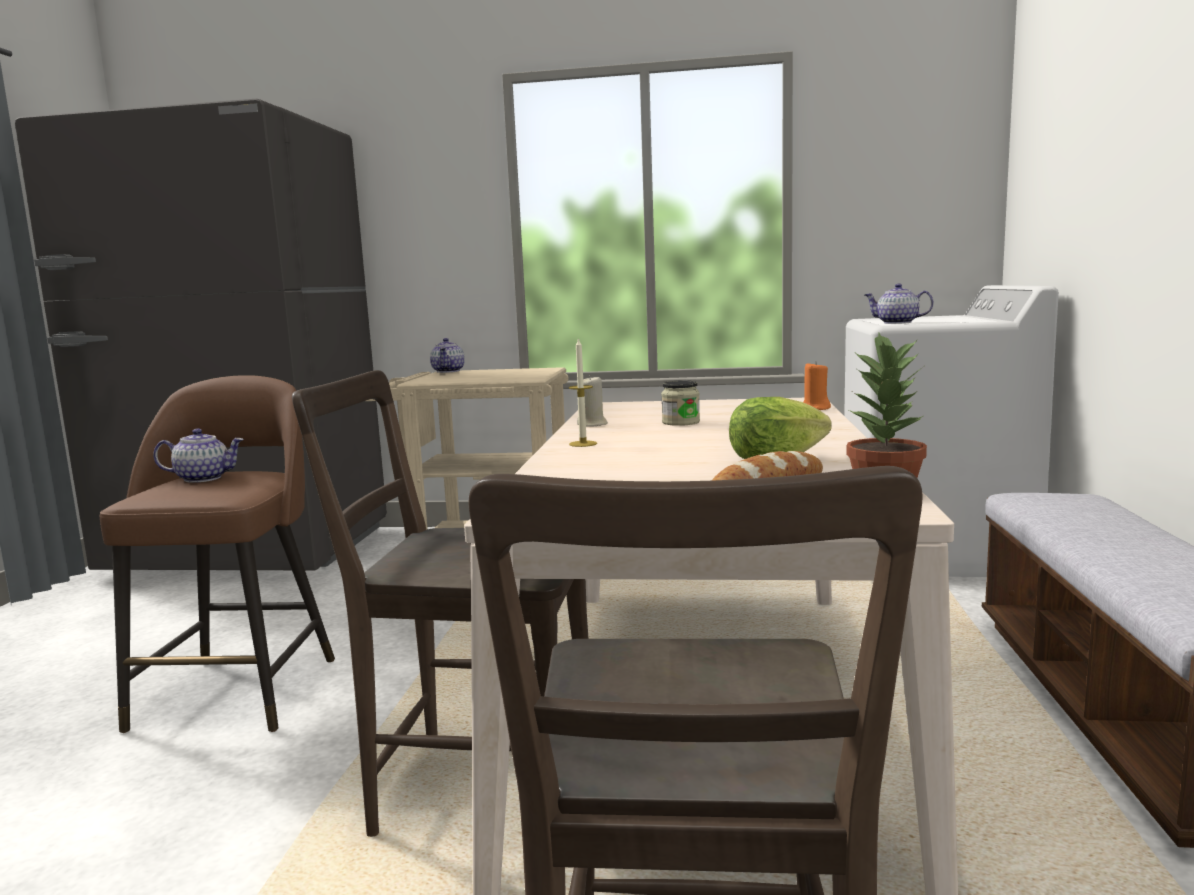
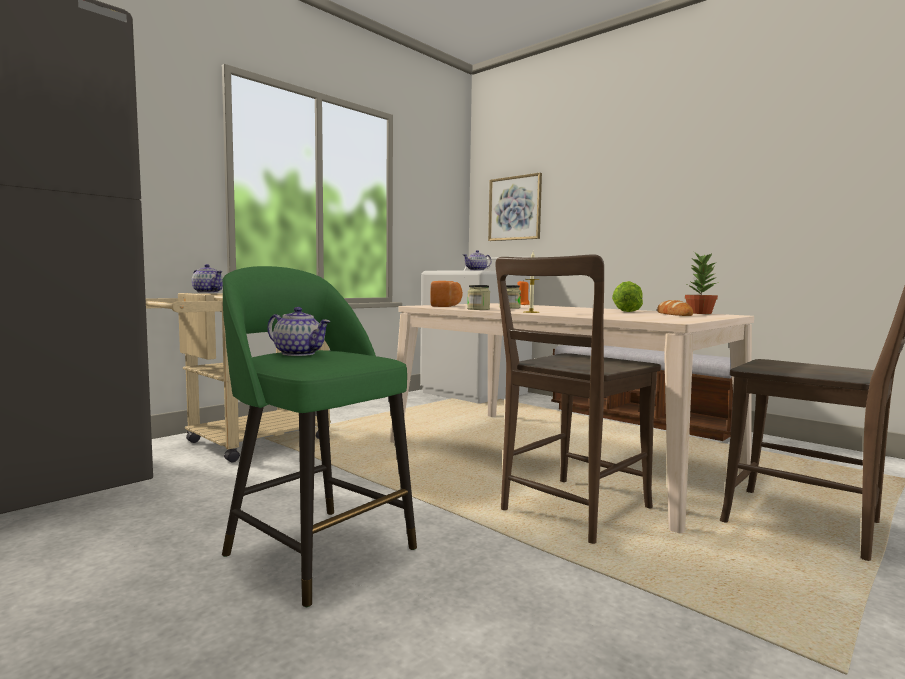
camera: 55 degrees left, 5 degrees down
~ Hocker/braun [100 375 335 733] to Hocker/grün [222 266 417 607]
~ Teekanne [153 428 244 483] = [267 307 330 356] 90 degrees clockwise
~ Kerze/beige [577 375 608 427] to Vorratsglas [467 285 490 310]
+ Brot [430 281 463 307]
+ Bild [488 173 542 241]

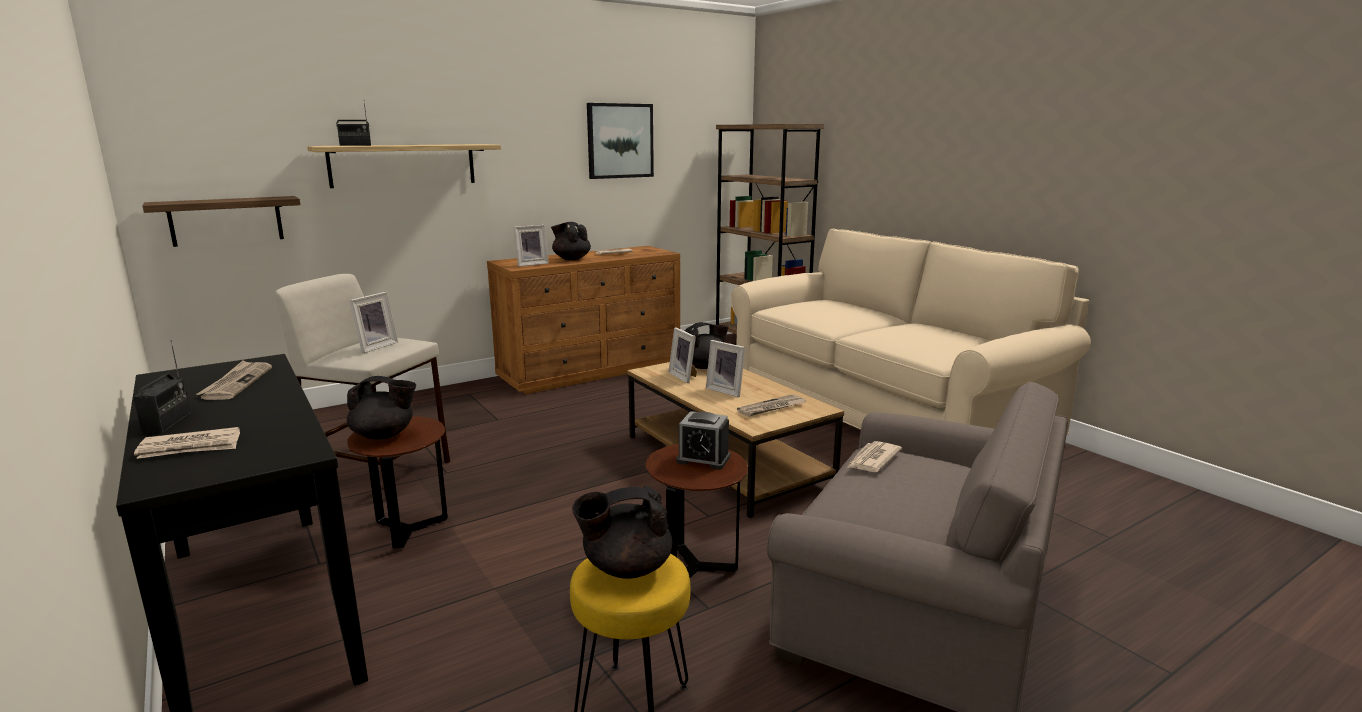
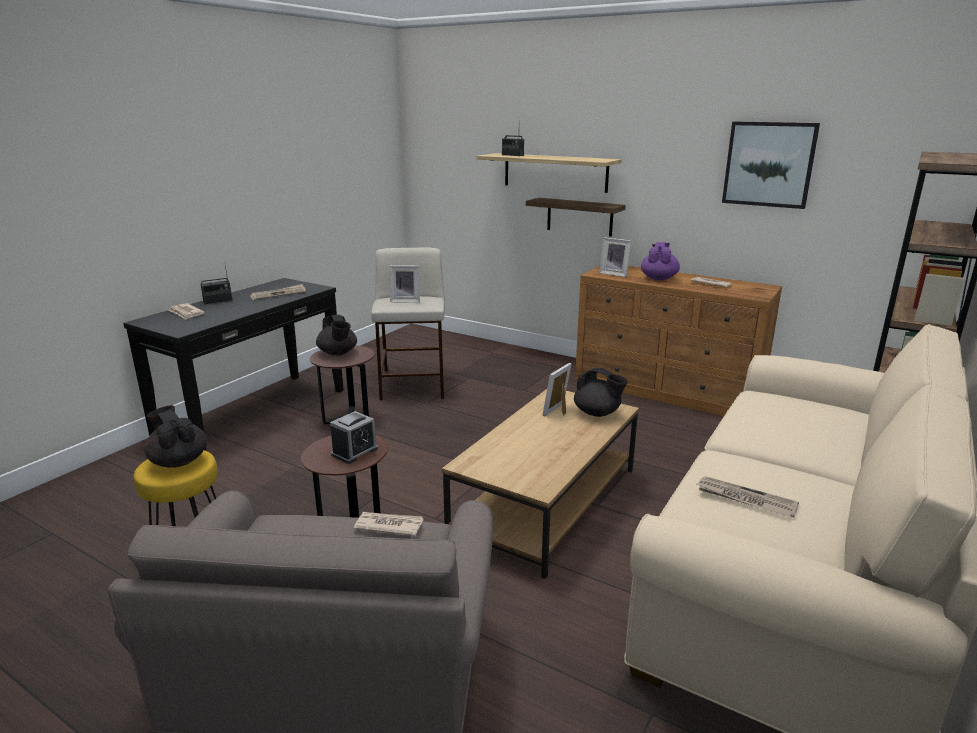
camera: 65 degrees right, 5 degrees up
~ Wandregal [143 196 300 247] to [526 198 626 237]
~ Teekanne/schwarz [551 222 591 260] to Teekanne/lila [641 242 680 280]
~ Wecker [676 411 730 470] = [330 411 378 464] 135 degrees counterclockwise
- Bilderrahmen [706 340 745 397]
~ Zeitung [737 394 806 417] to [697 476 799 517]

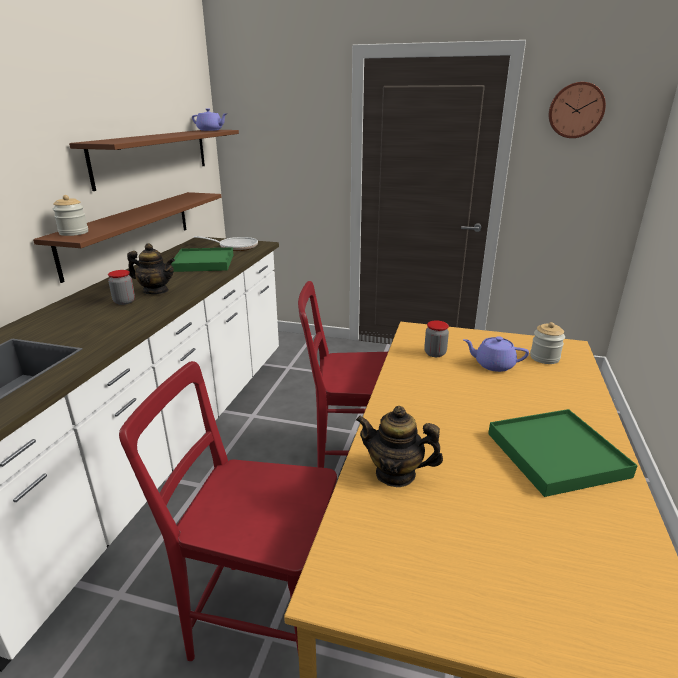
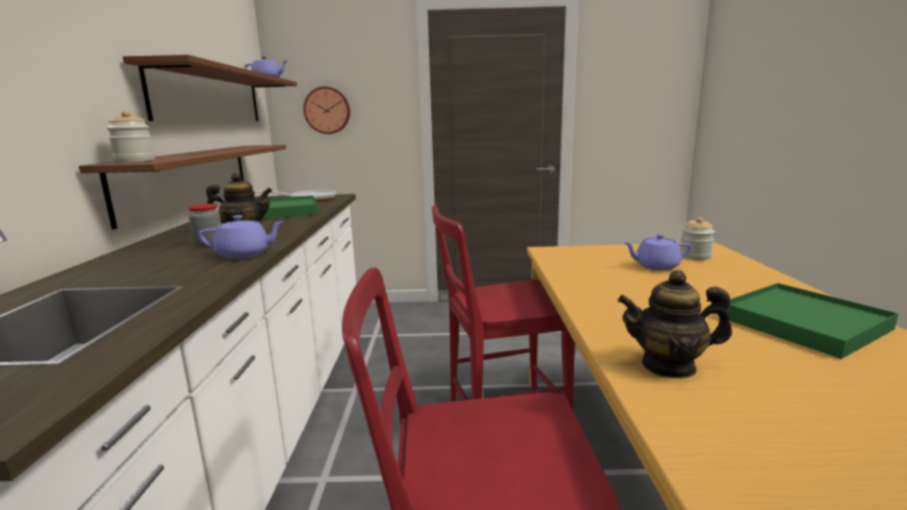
camera: 15 degrees left, 10 degrees down
- Vorratsglas [424 321 449 357]
~ Wanduhr [549 82 606 138] to [303 86 350 134]
+ Teekanne/lila [199 215 285 259]

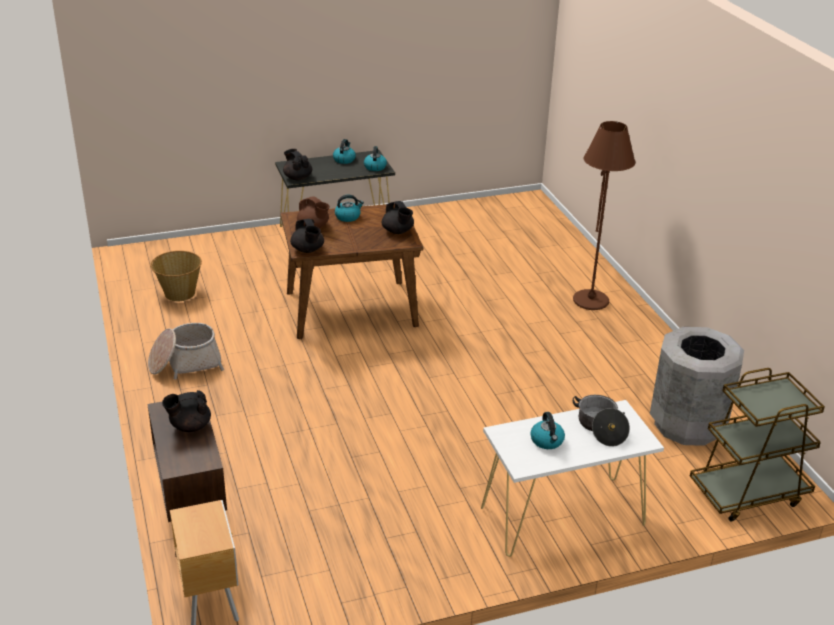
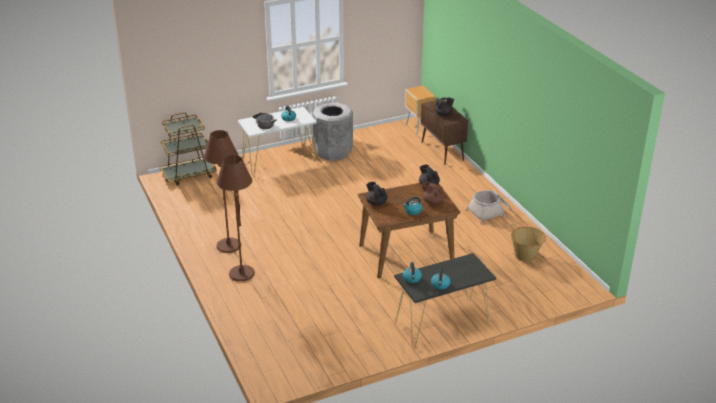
camera: 175 degrees right, 0 degrees up
- Teekanne/schwarz [283 149 312 180]
~ Mülleimer/grau [650 327 744 446] to [313 103 353 161]
+ Stehlampe/braun [204 130 241 253]

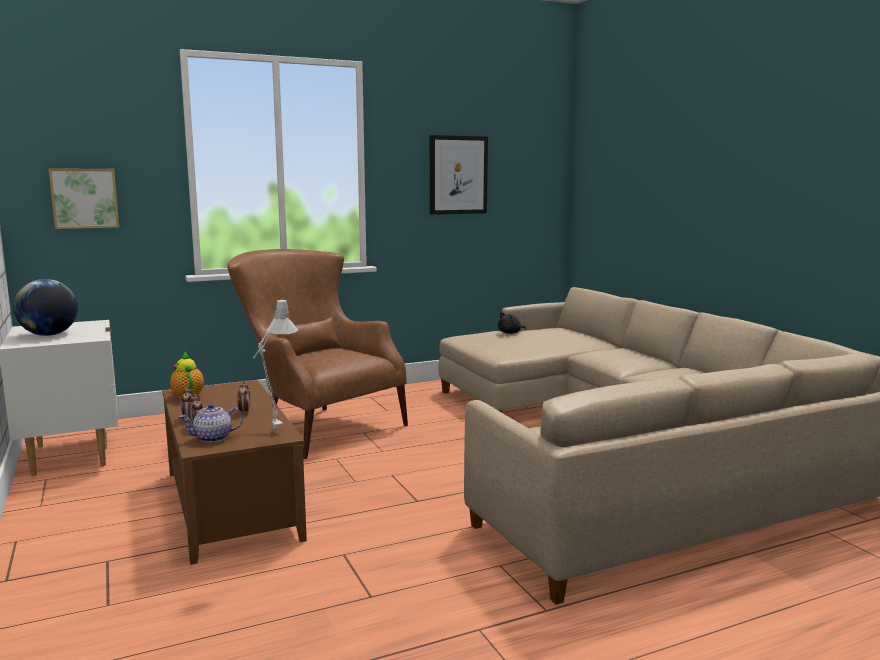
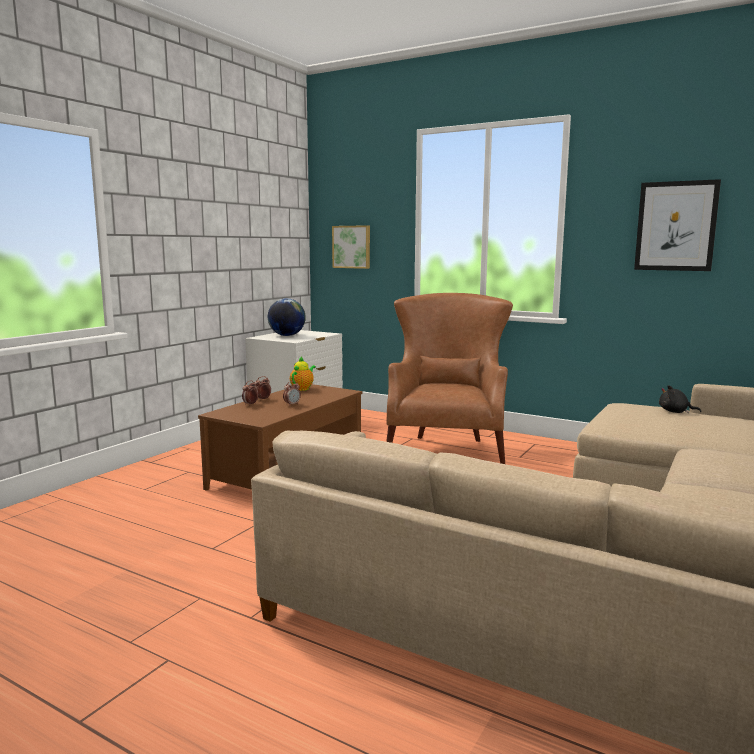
camera: 55 degrees right, 0 degrees up
- Teekanne [179 404 243 443]
- Tischlampe/grau [253 298 298 431]

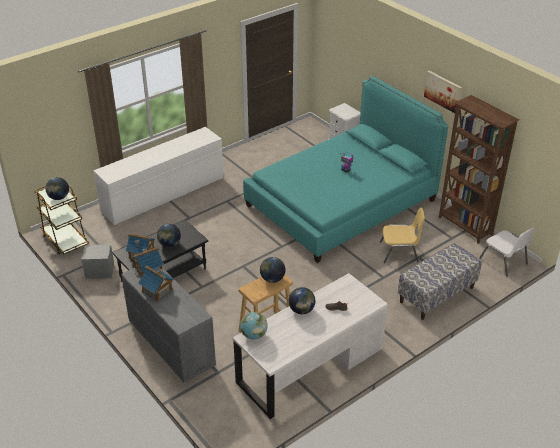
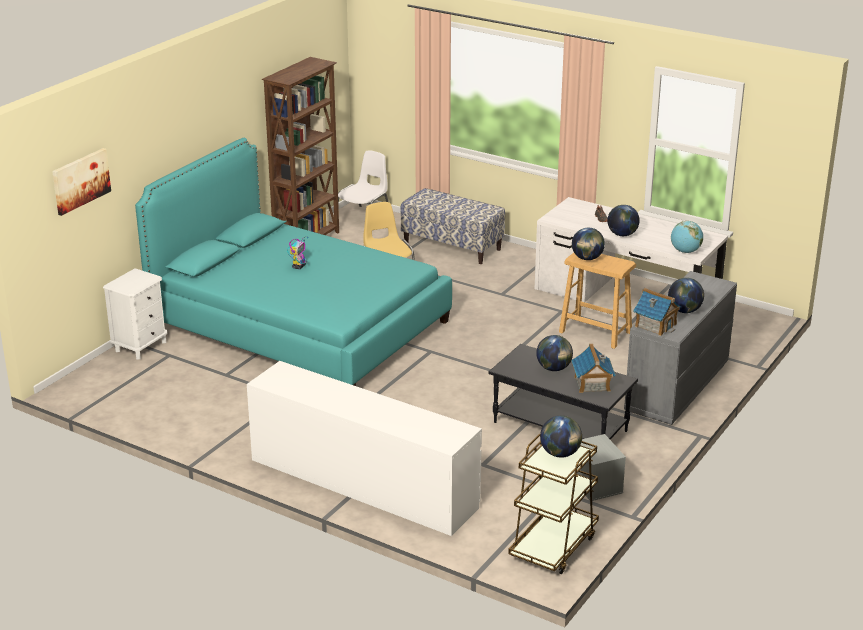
camera: 110 degrees left, 10 degrees down
~ Spielzeughaus [138 266 175 302] to Globus [668 278 704 313]
~ Bild [424 71 462 113] to [52 148 111 216]

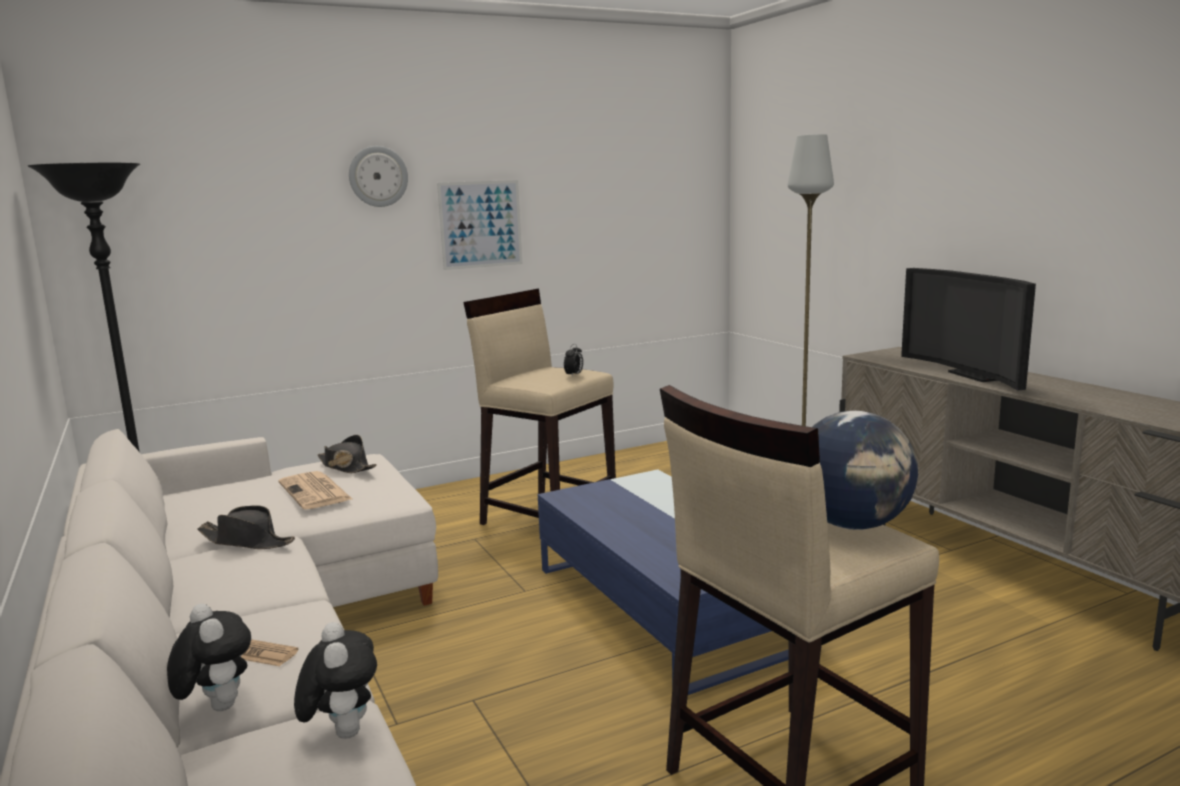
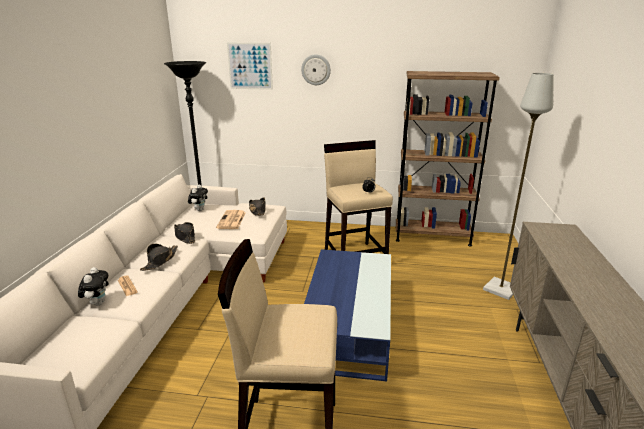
camera: 35 degrees right, 10 degrees up
~ Plüschtier [294 622 377 739] to [188 185 208 211]
~ Bild [437 180 522 270] to [227 43 273 90]
- Globus [813 411 918 530]
- Fernseher [901 268 1036 391]
+ Hut/schwarz [140 244 178 271]
+ Bücherregal/braun [396 71 499 247]

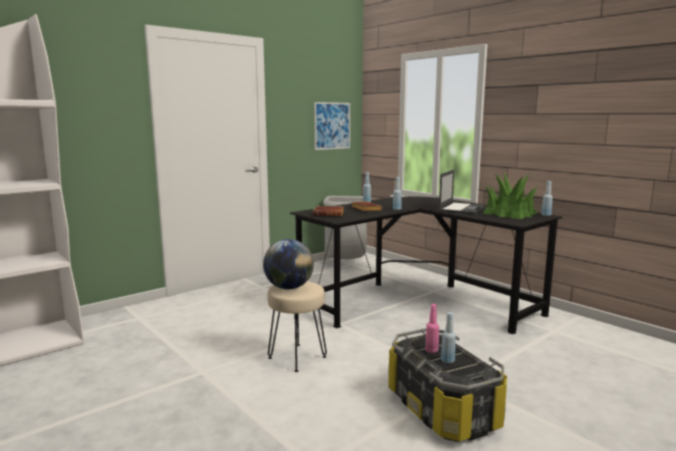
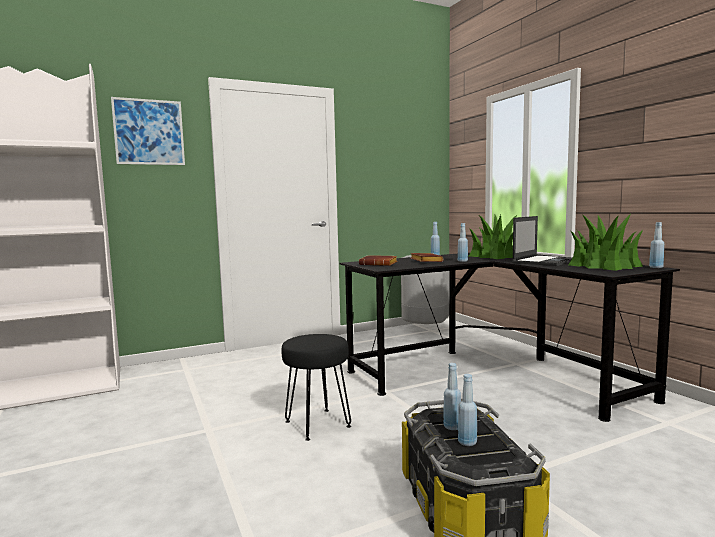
camera: 15 degrees right, 5 degrees down
- Globus [263 239 314 289]
~ Hocker/beige [267 281 327 372] to Hocker/schwarz [281 334 351 441]
~ Bild [314 102 350 150] to [111 97 185 165]
~ Flasche/rosa [425 304 439 353] to Flasche/blau [443 363 461 430]
+ Topfpflanze [469 215 517 259]

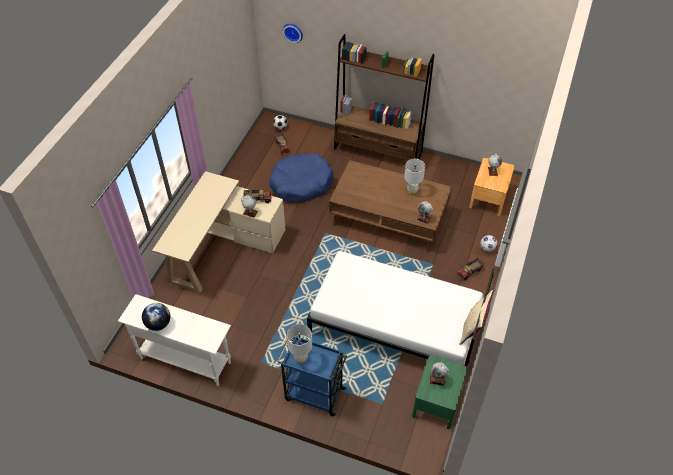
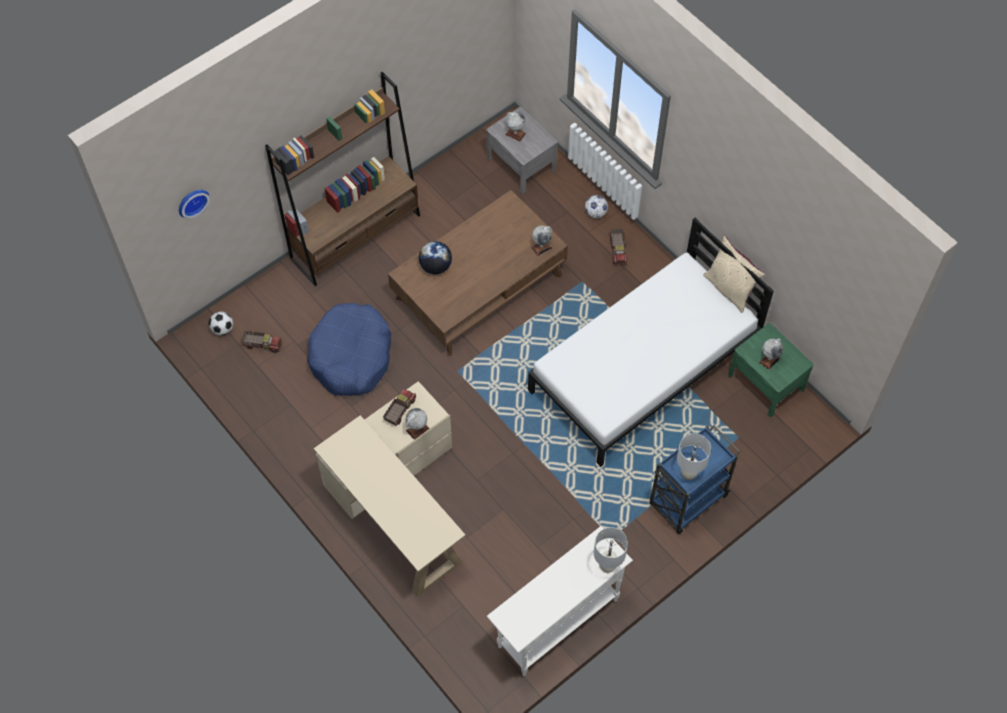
camera: 60 degrees left, 10 degrees up
~ Globus [142 303 170 331] to [419 241 452 274]
~ Tischlampe/weiß [404 159 425 194] to [594 527 628 573]
~ Nachttisch/braun [469 158 515 216] to Nachttisch/grau [487 107 558 194]

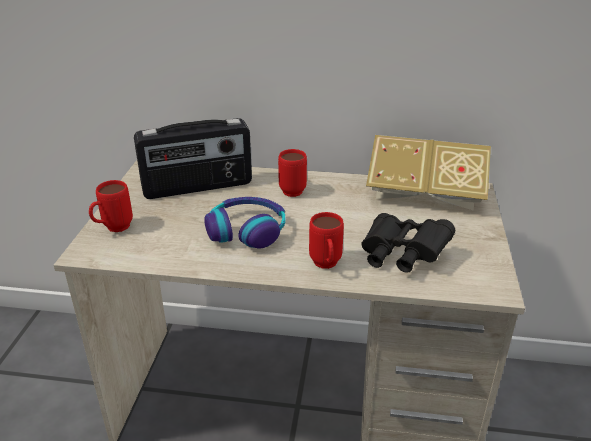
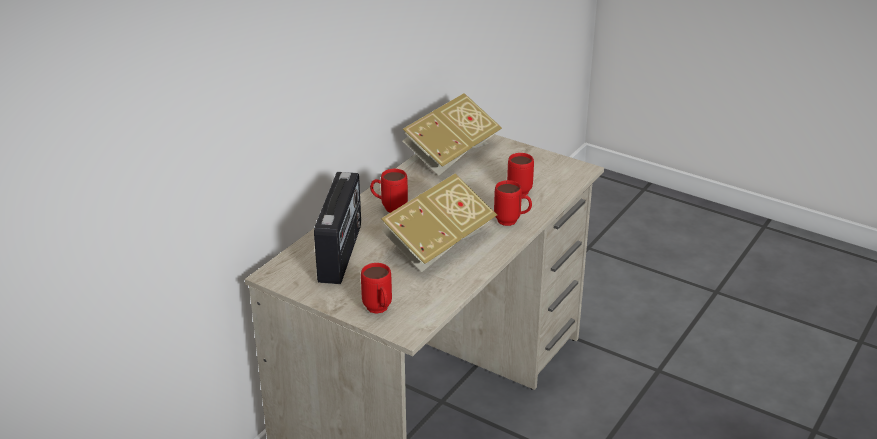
camera: 65 degrees left, 0 degrees up
~ Kopfhörer [204 197 285 248] to Buch [381 173 497 272]
~ Fernglas/schwarz [361 213 455 273] to Henkelbecher/rot [507 153 534 195]

